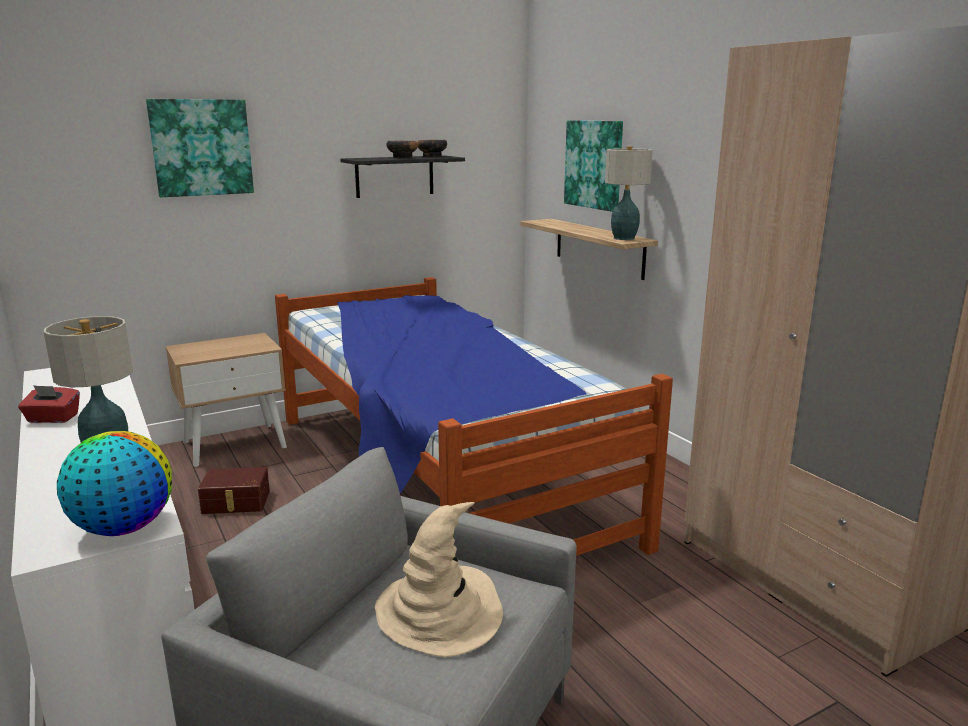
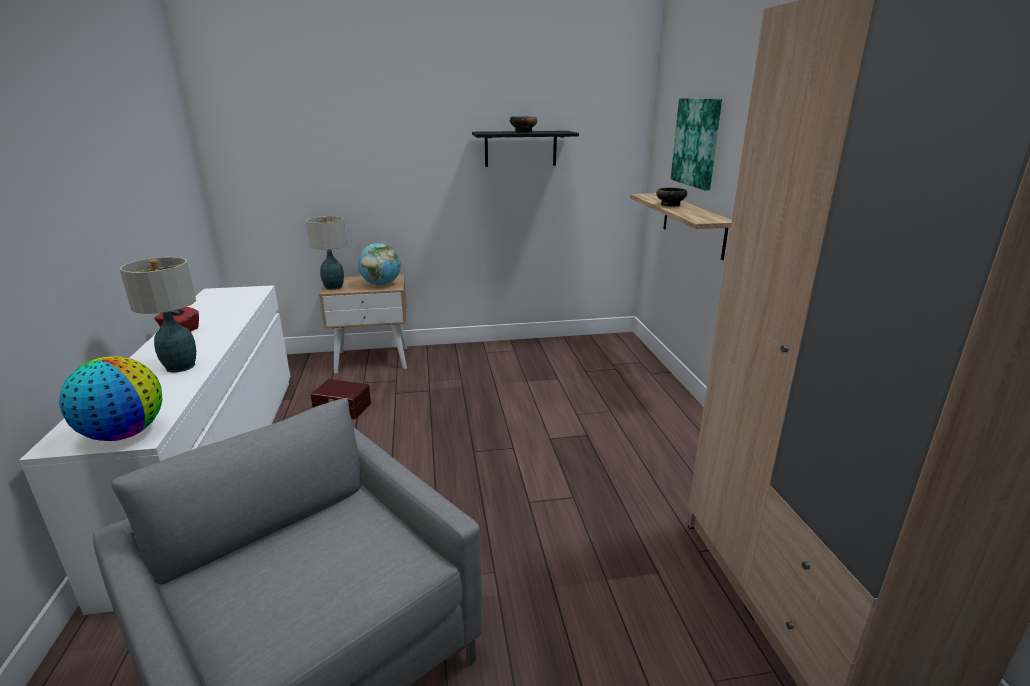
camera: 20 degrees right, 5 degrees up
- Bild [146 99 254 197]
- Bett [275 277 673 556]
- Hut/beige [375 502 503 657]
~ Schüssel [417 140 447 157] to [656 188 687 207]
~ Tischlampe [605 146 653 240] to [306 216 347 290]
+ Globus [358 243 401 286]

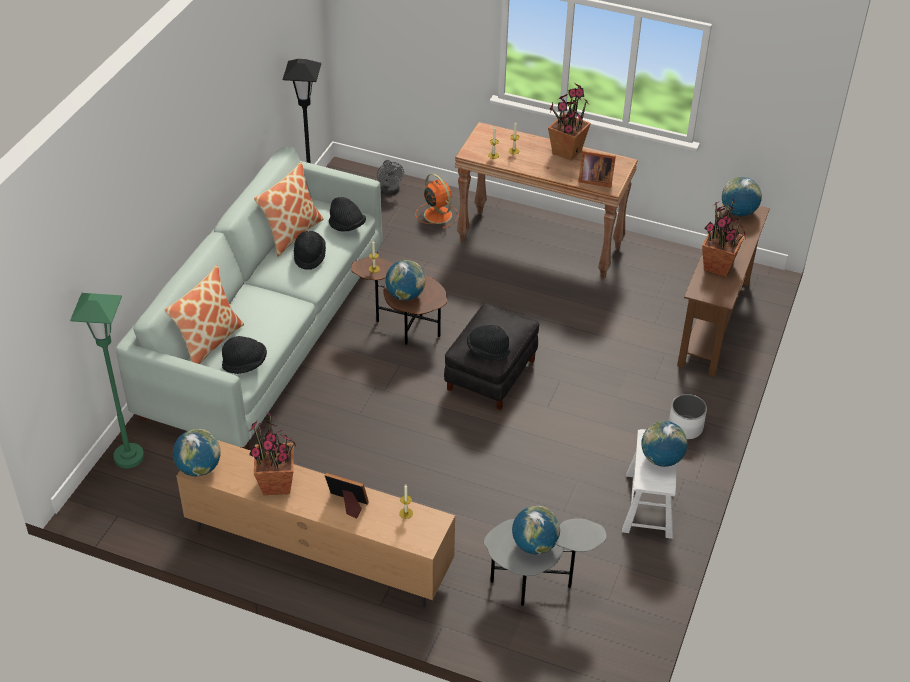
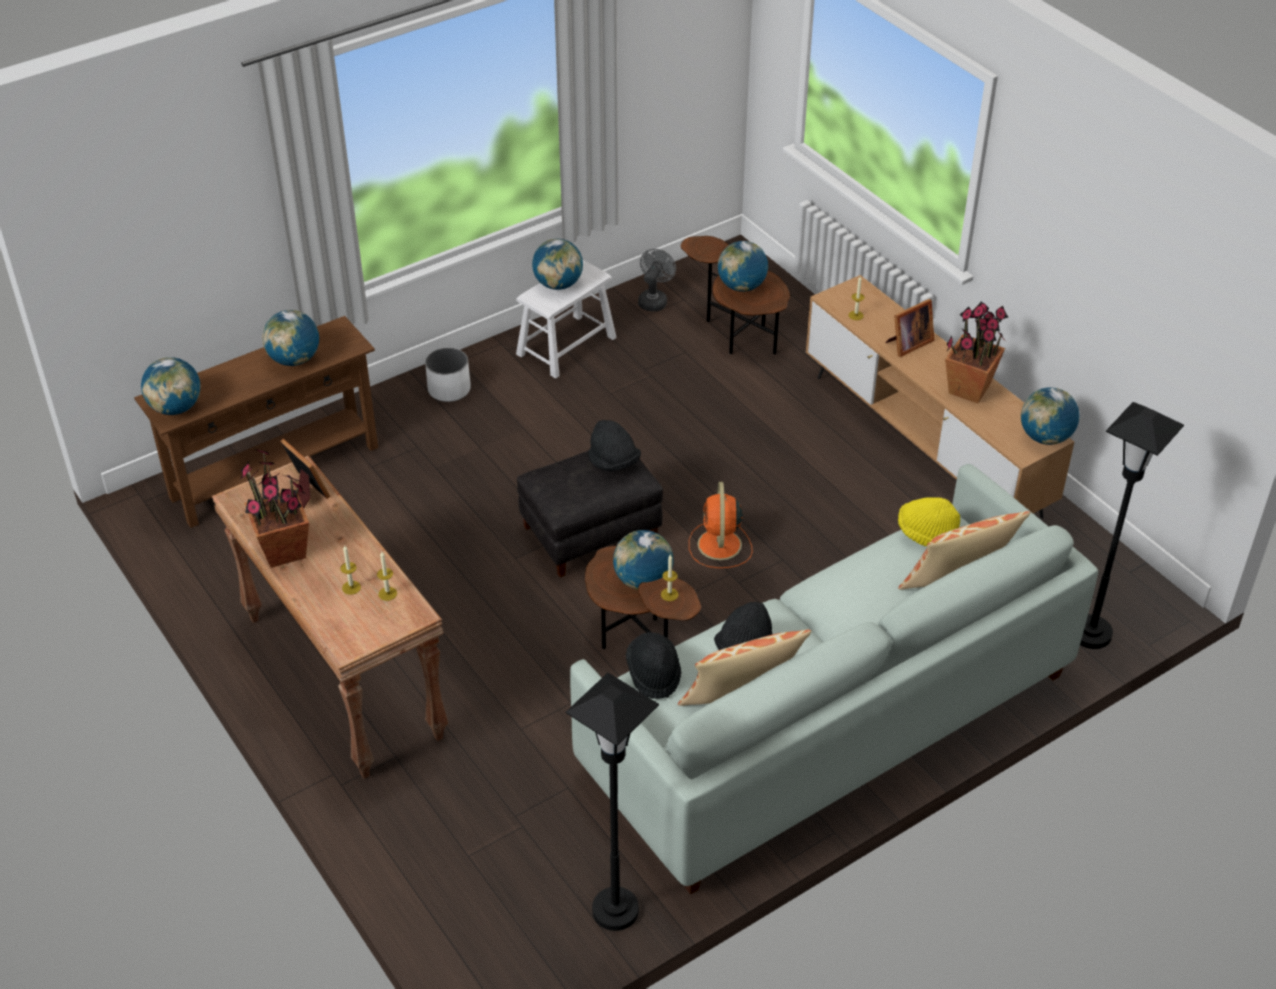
camera: 145 degrees left, 0 degrees up
~ Stehlampe/grün [70 293 144 468] to Stehlampe/schwarz [1080 402 1184 649]
~ Hut/schwarz [222 336 267 374] to Hut/gelb [898 497 960 547]
~ Bilderrahmen [324 473 369 519] = [885 299 934 357] 90 degrees counterclockwise
~ Ventilator/grau [377 160 404 195] to [638 249 676 311]
~ Ventilator/orange [416 173 459 229] to [689 482 753 568]
~ Beistelltisch/grau [484 518 607 606] to Beistelltisch/braun [681 236 790 354]
~ Topfpflanze [702 199 746 277] to Globus [262 310 319 366]

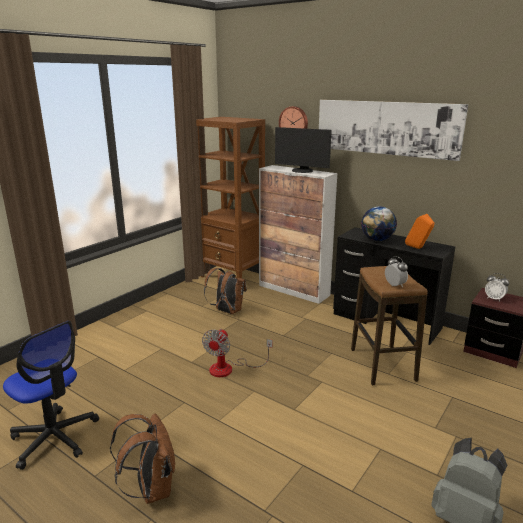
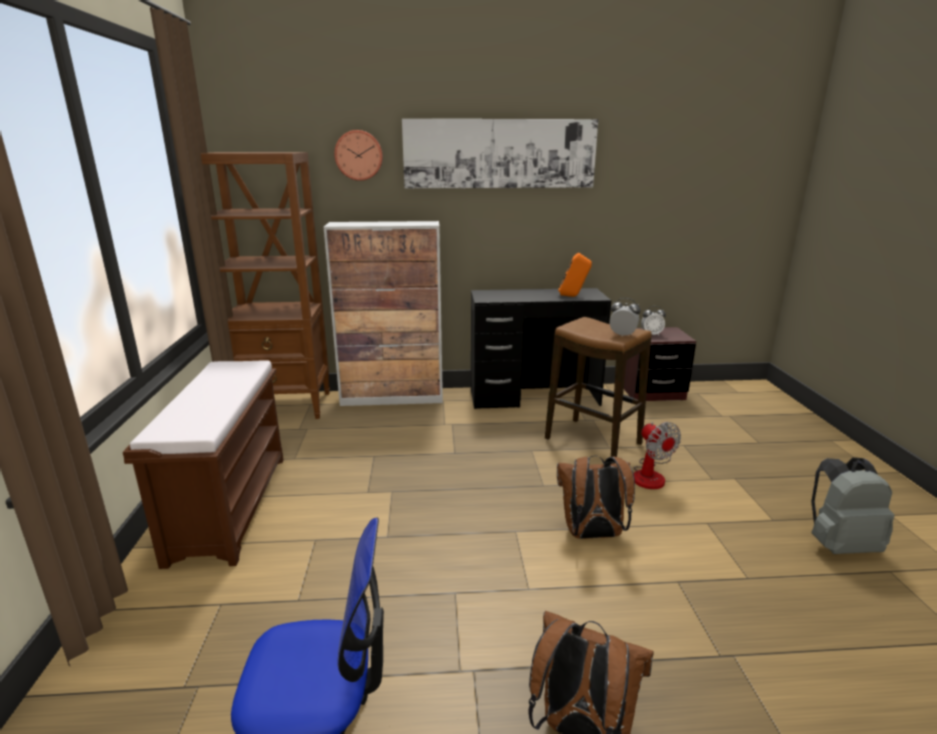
camera: 40 degrees left, 0 degrees up
~ Ventilator [202 328 272 377] to [634 422 681 489]
~ Rucksack/braun [204 268 247 314] to [557 455 635 539]
- Monitor [275 127 332 173]
- Globus [361 206 397 241]
+ Bank/braun [123 360 284 569]

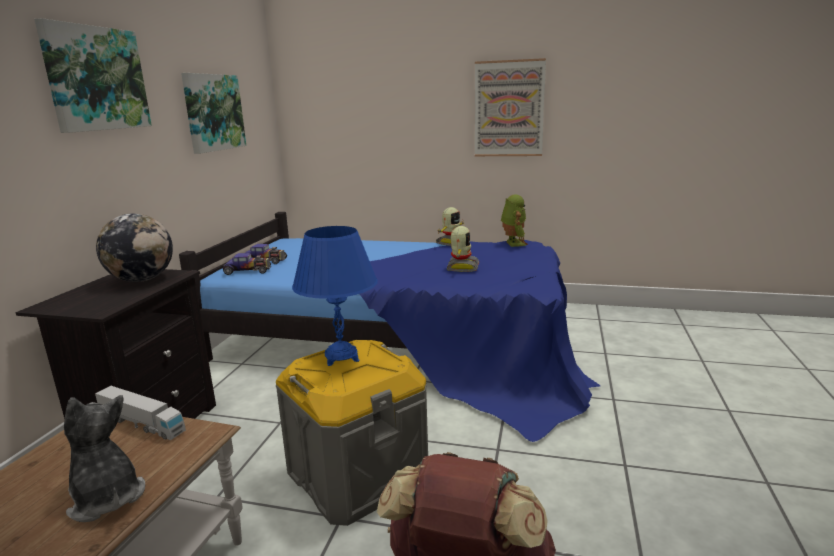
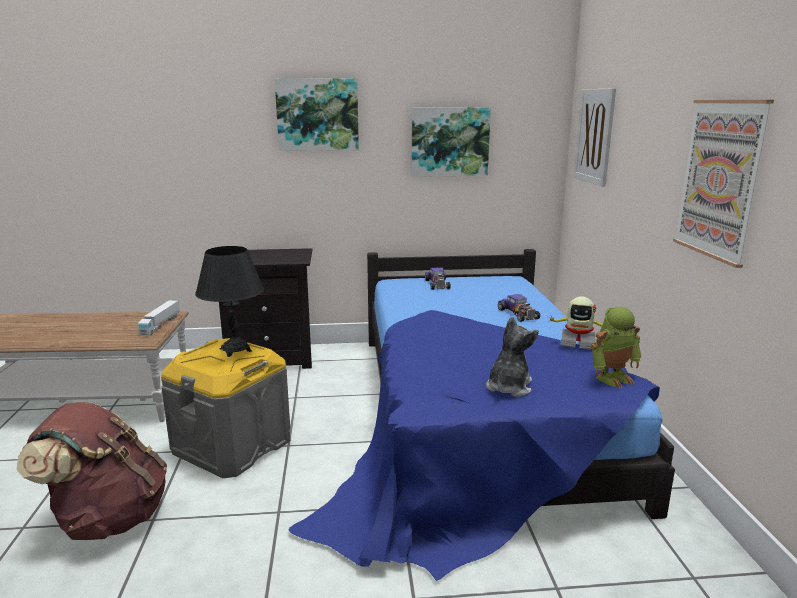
camera: 70 degrees right, 0 degrees up
~ Plüschtier [64 395 145 522] to [486 316 539 397]
- Globus [96 213 173 282]
~ Spielzeugauto [223 253 271 275] to [498 294 540 322]
~ Tischlampe/blau [292 226 378 366] to Tischlampe/schwarz [195 246 264 357]
- Spielzeugroboter [447 226 479 272]
+ Bild [574 88 616 187]

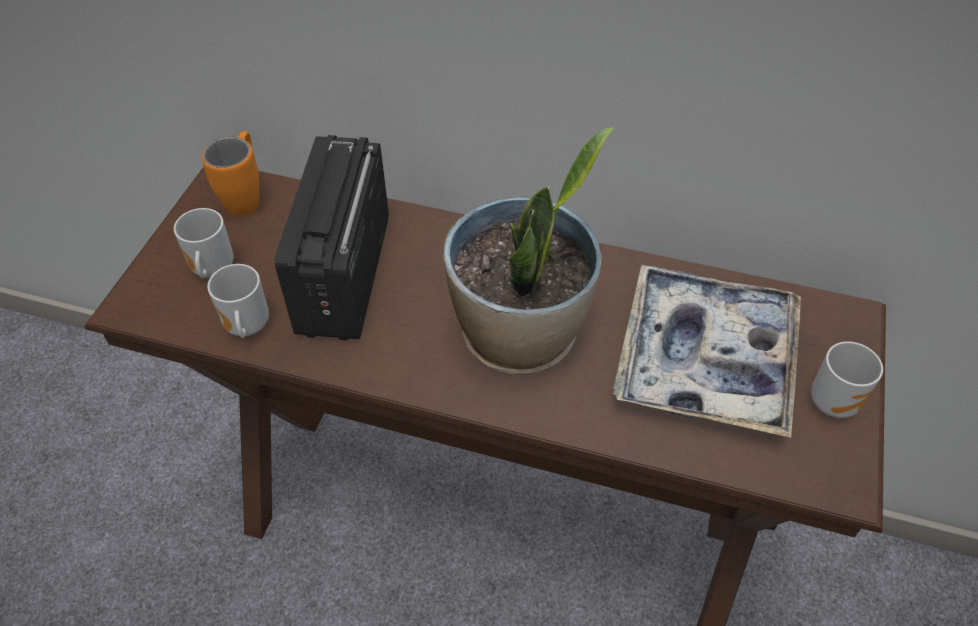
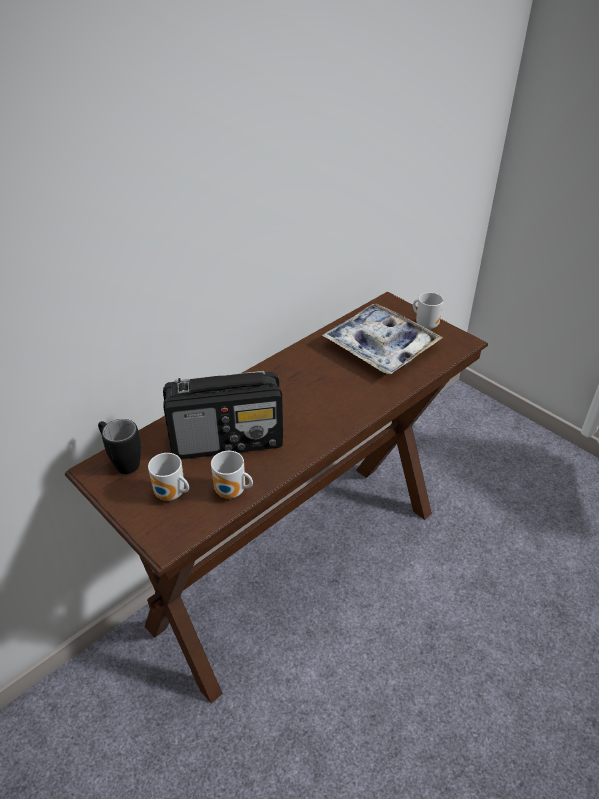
camera: 60 degrees left, 10 degrees down
~ Henkelbecher/orange [201 131 259 217] to Henkelbecher/schwarz [98 419 141 474]
~ Radio [275 135 389 340] = [163 371 283 459] 45 degrees counterclockwise
- Topfpflanze [443 127 614 375]

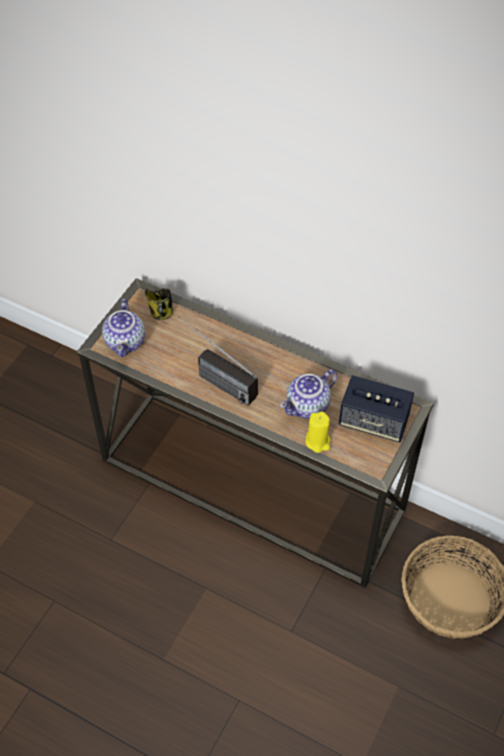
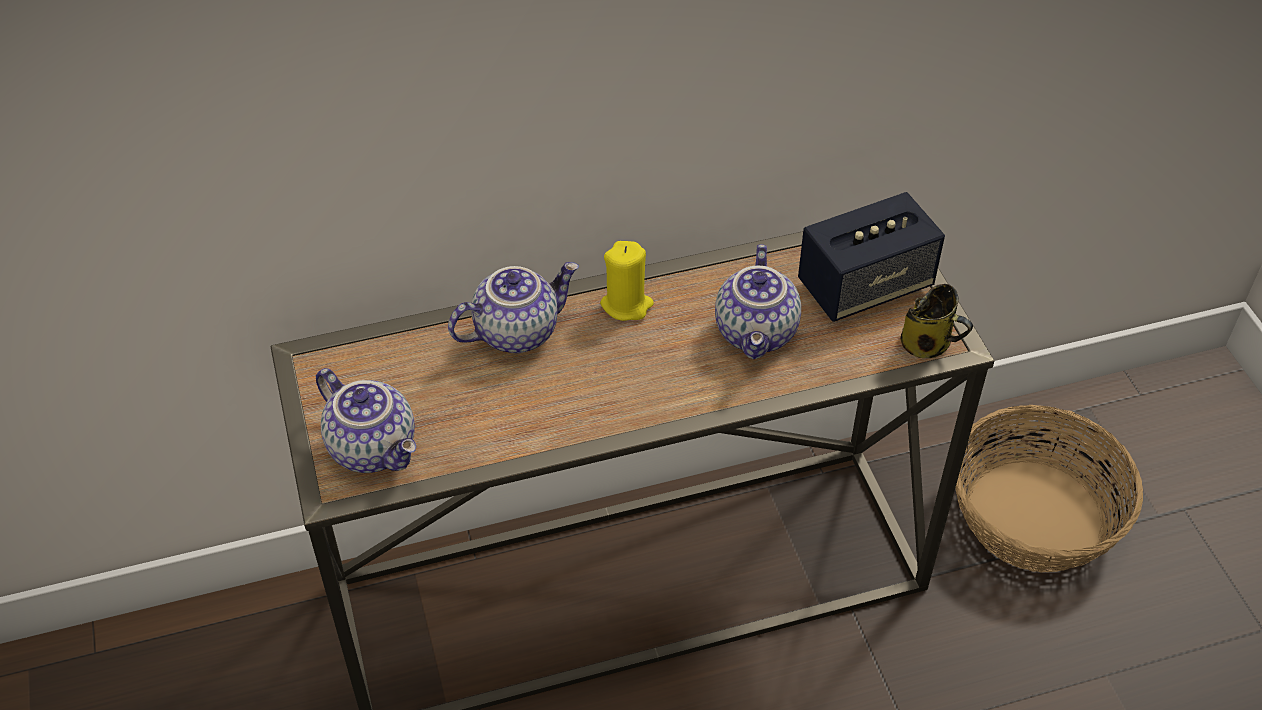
camera: 45 degrees left, 5 degrees down
~ Henkelbecher [145 288 173 320] to [900 284 973 358]
- Radio [178 316 258 406]
~ Kerze/gelb [306 412 330 453] to [600 241 654 321]
+ Teekanne [448 262 579 353]

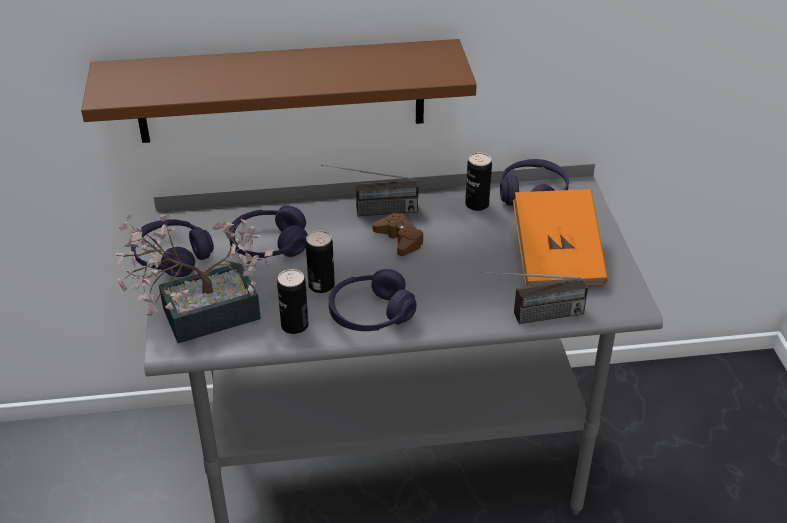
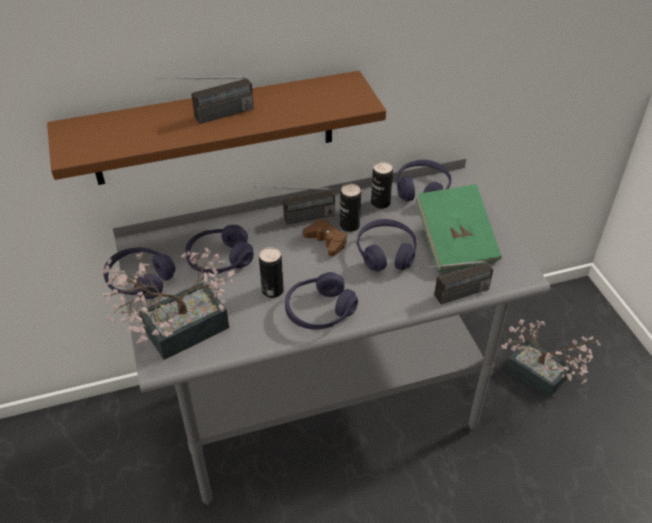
camera: 10 degrees left, 5 degrees up
~ Dose [277 269 309 334] to [340 184 361 232]
~ Buch/orange [513 189 608 288] to Buch/grün [415 184 502 272]
+ Radio [156 76 254 124]
+ Kopfhörer/lila [357 219 416 272]
+ Topfpflanze [501 320 600 398]

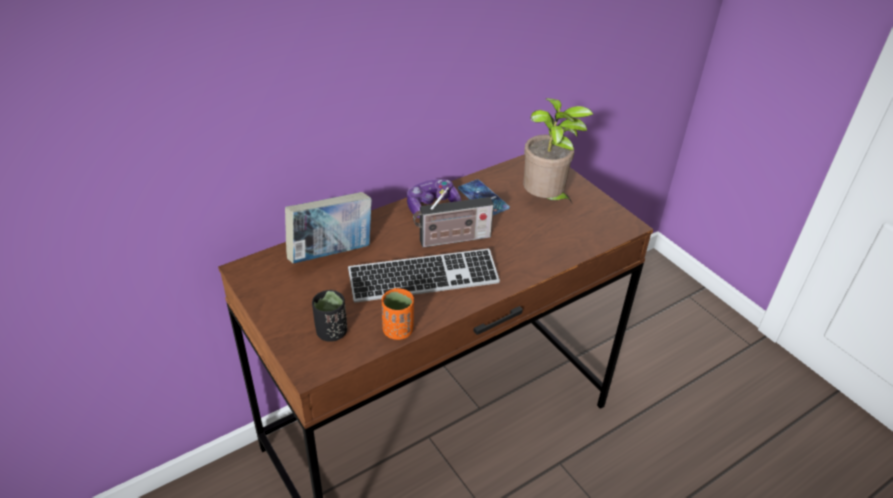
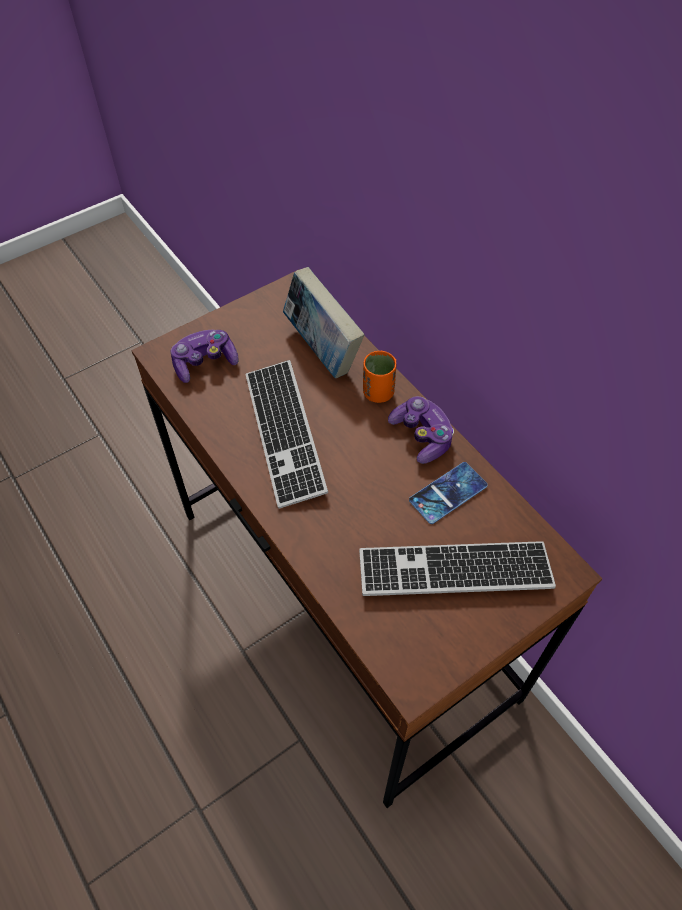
camera: 90 degrees right, 15 degrees up
~ Tasse/schwarz [312 290 347 342] to Gamepad [170 330 239 383]
~ Tasse/orange [382 288 414 340] to [363 351 396 403]
- Radio [413 187 494 247]
~ Topfpflanze [523 98 593 203] to Tastatur [359 541 556 596]

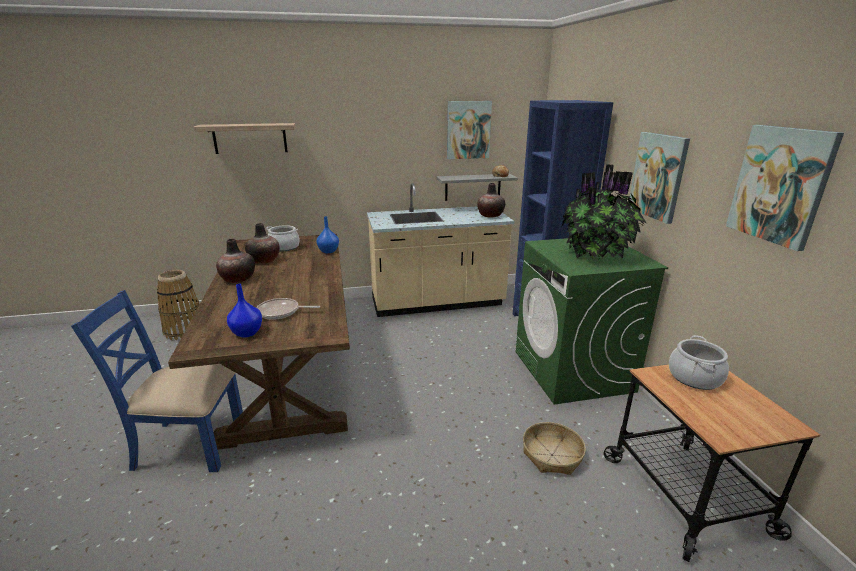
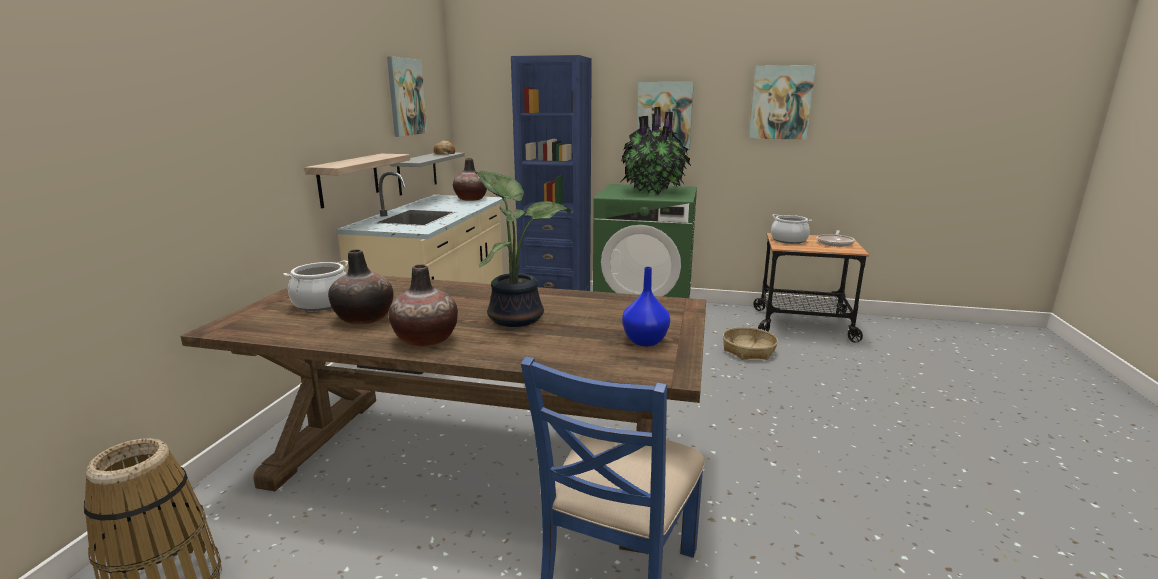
camera: 65 degrees left, 5 degrees down
~ Wandregal [193 123 296 154] to [304 154 410 209]
~ Pfanne [256 298 320 320] to [817 230 855 247]
- Vase/blau [316 216 339 253]
+ Topfpflanze [475 171 571 327]

